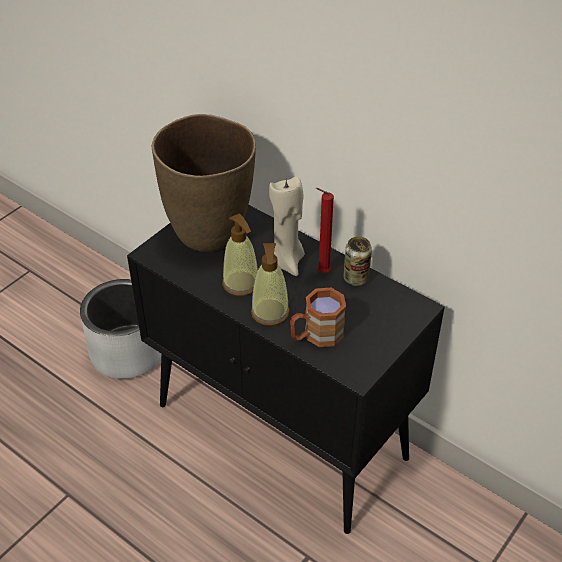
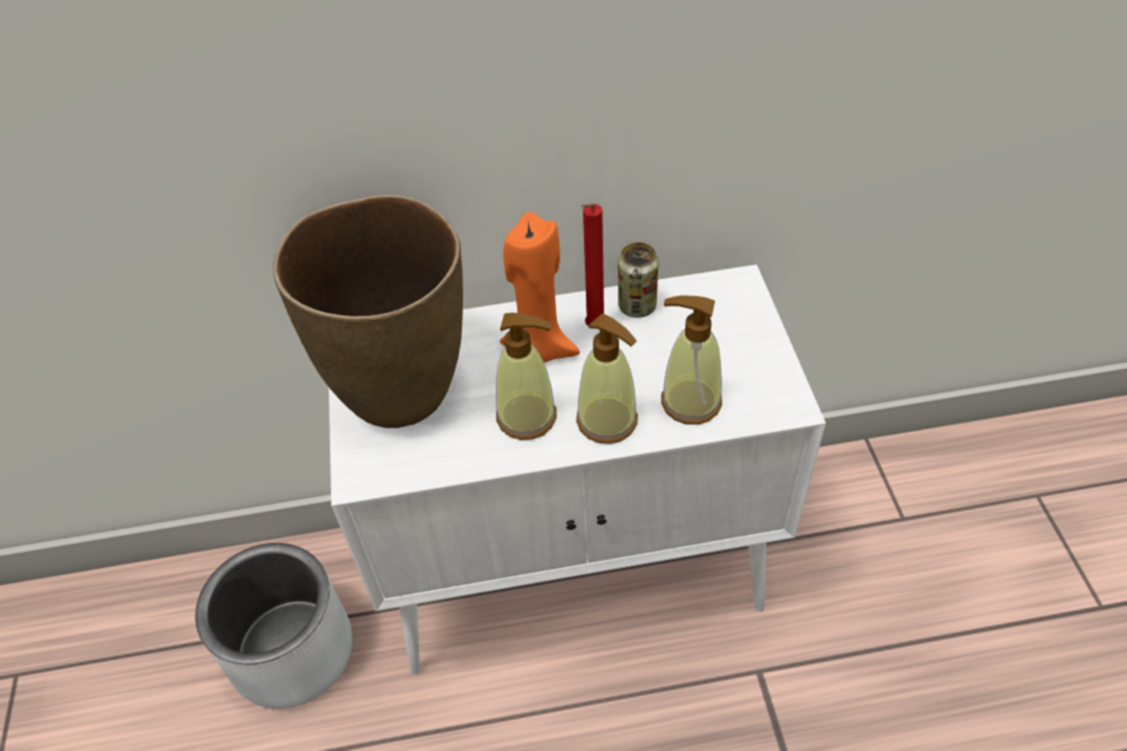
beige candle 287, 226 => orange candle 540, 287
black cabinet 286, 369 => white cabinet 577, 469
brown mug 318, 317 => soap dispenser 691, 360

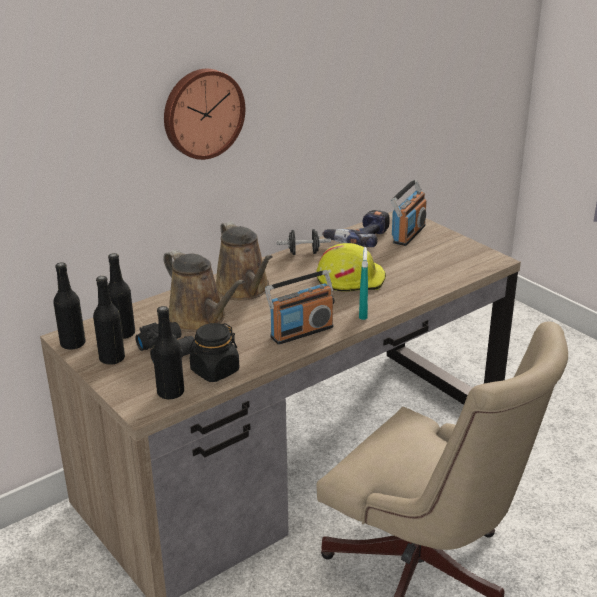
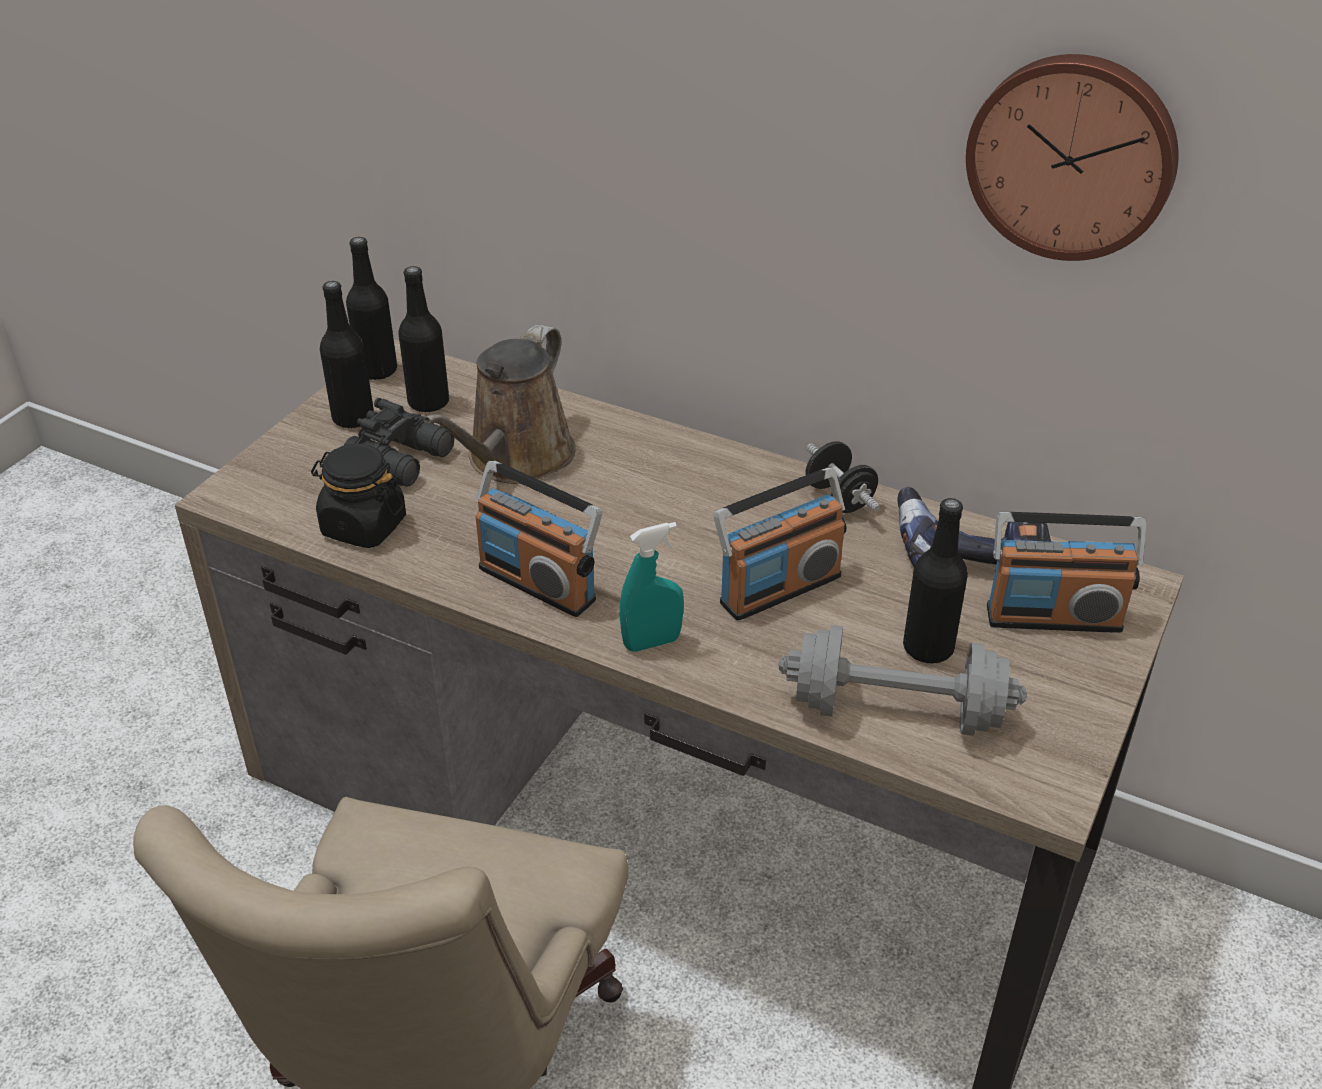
wall clock 204, 114 => wall clock 1072, 157, relocated
brown watering can 244, 260 => nothing
yellow hard hat 351, 267 => radio 780, 544
black bottle 168, 353 => black bottle 935, 581, relocated
nothing => grey dumbbell 902, 680

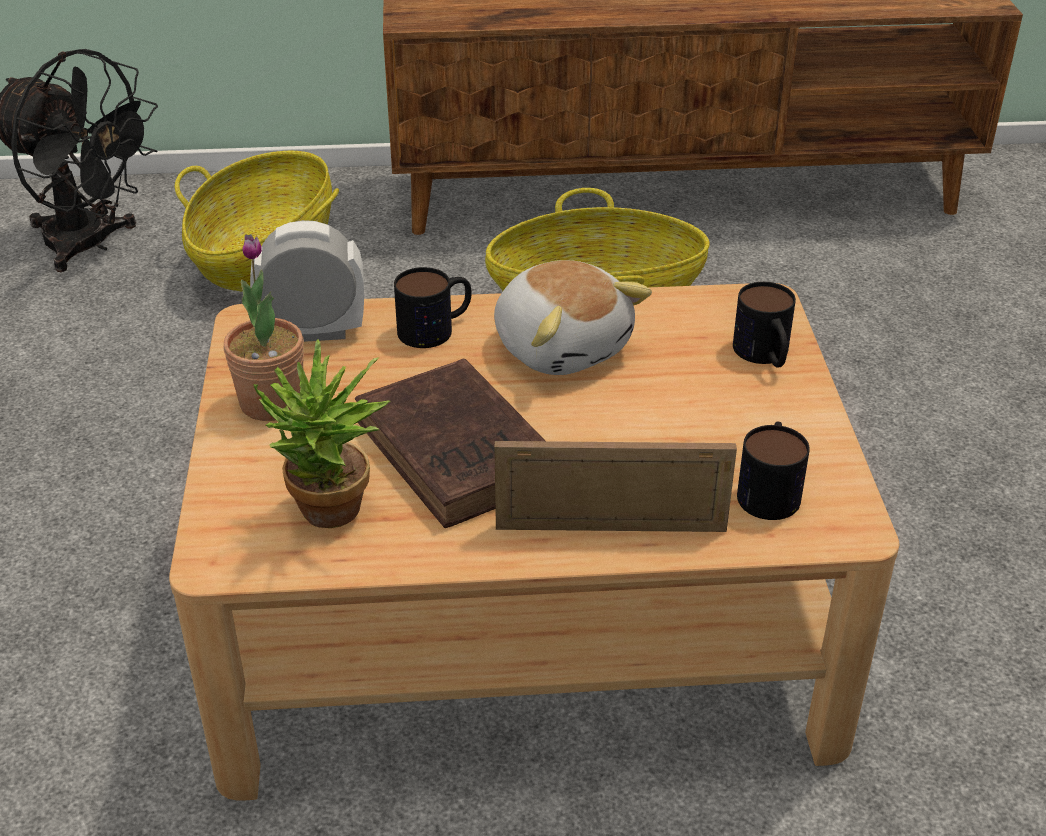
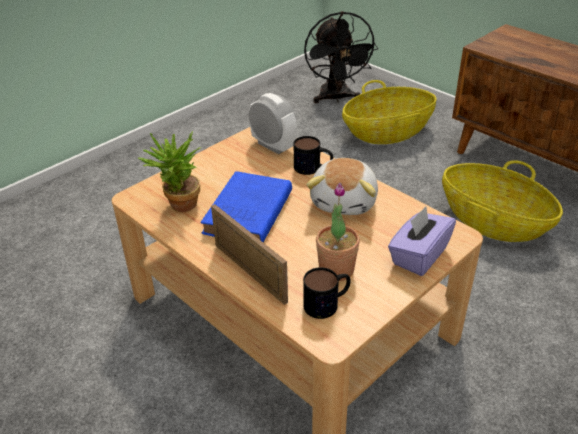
potted plant 264, 327 => potted plant 338, 232, relocated
mug 764, 325 => purple tissue box 422, 241
brown book 450, 443 => blue book 246, 206

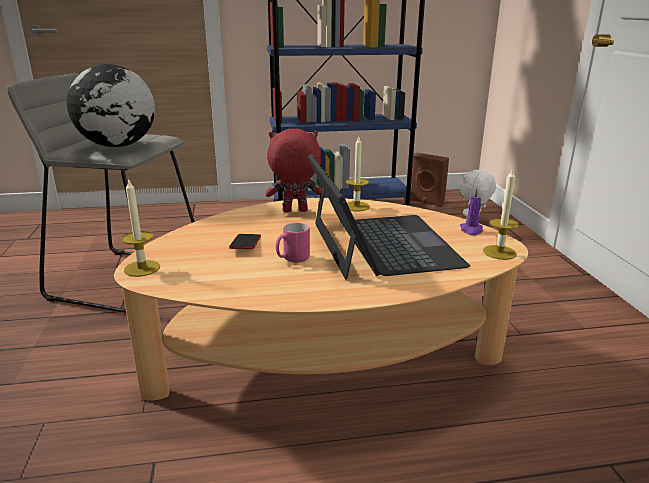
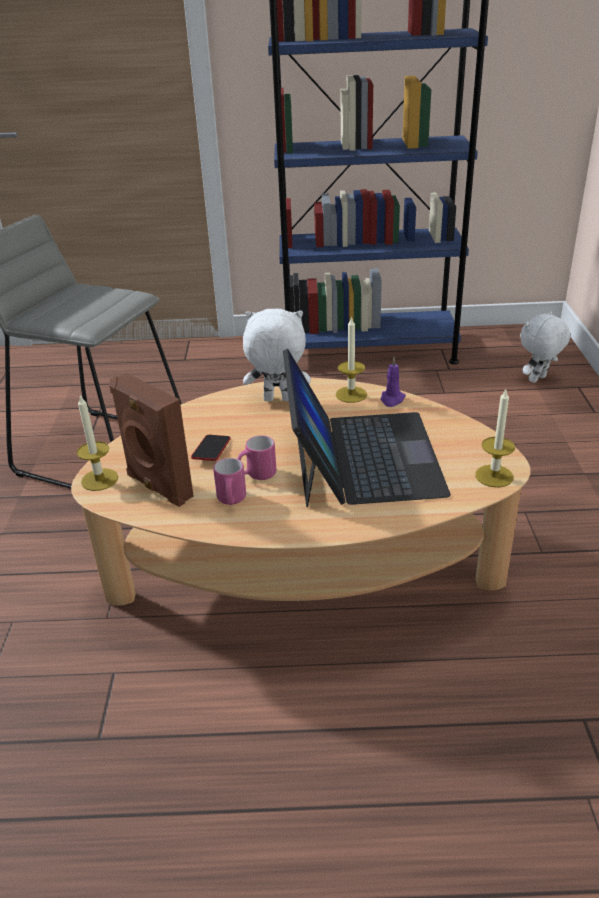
globe 111, 105 => nothing
red plush toy 294, 170 => white plush toy 277, 355
brown speaker 429, 180 => brown speaker 151, 440, relocated
purple candle 471, 212 => purple candle 393, 382, relocated
nothing => pink mug 229, 481

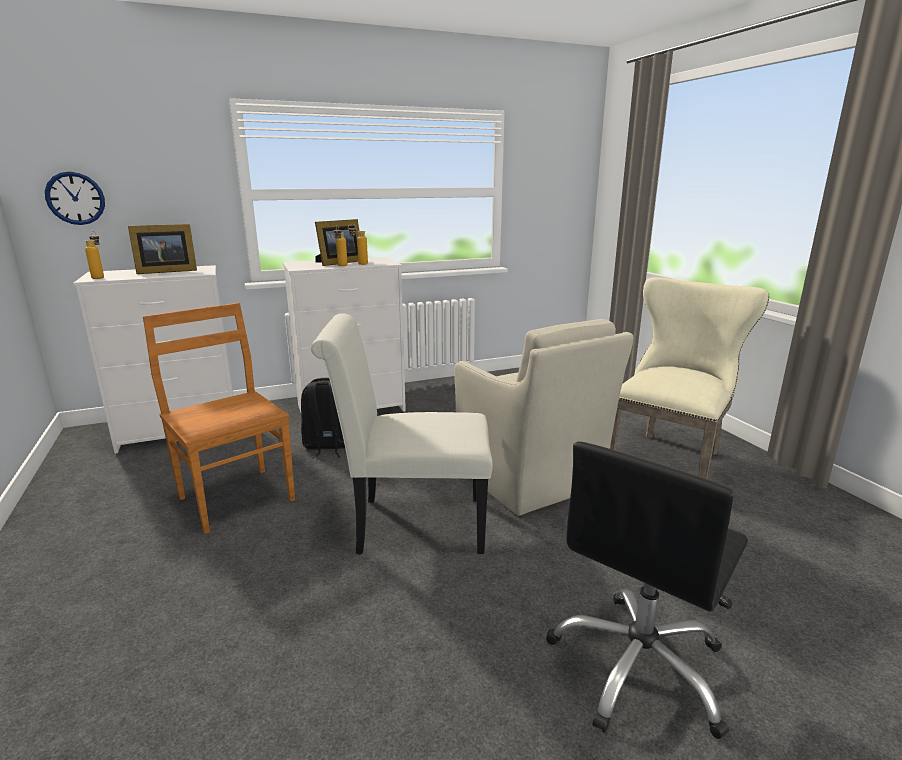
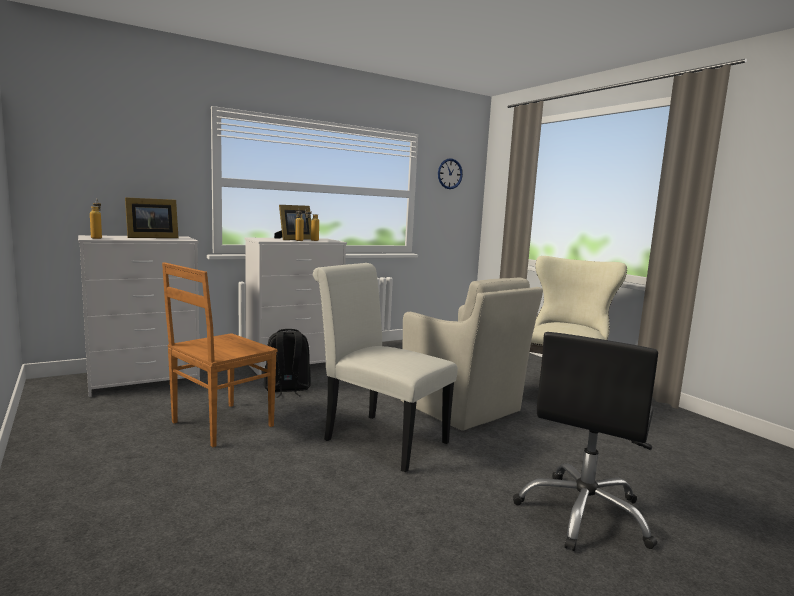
wall clock 75, 198 => wall clock 450, 173, relocated
brown chair 219, 418 => brown chair 219, 354, 90 degrees counterclockwise
white chair 402, 433 => white chair 385, 367, 45 degrees clockwise

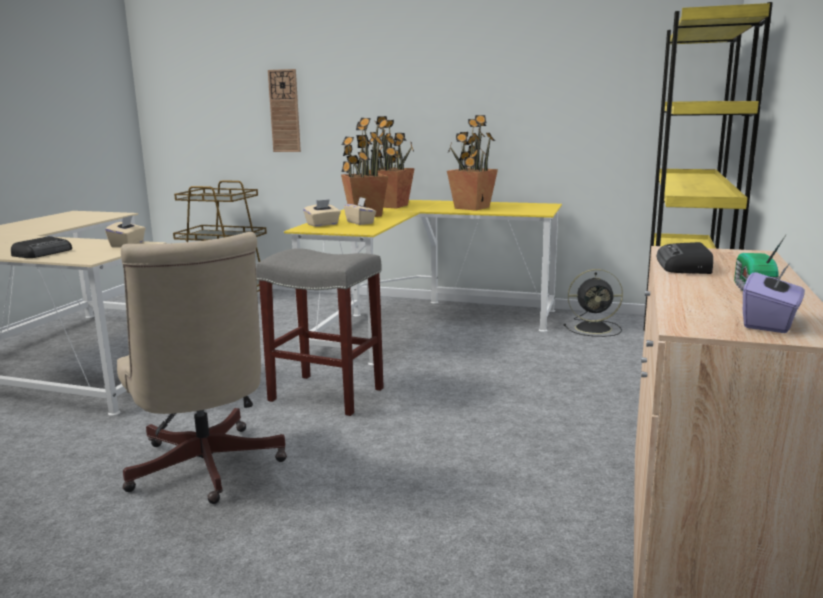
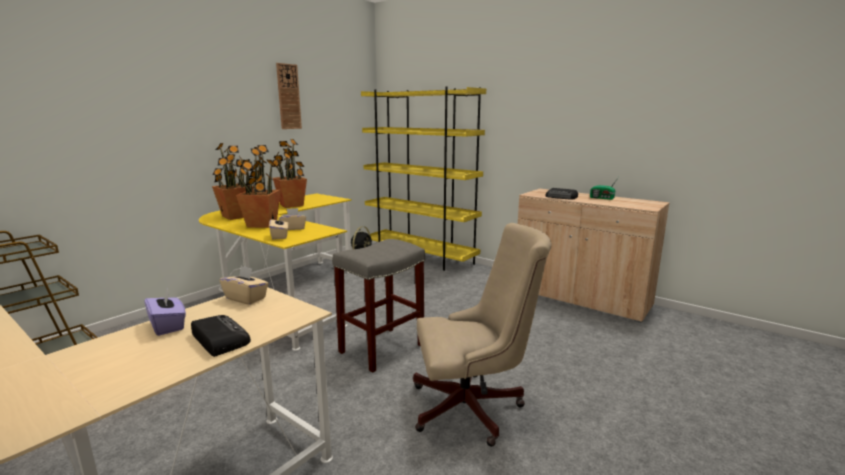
wall clock 284, 110 => wall clock 289, 96, relocated
purple tissue box 774, 298 => purple tissue box 165, 311, relocated

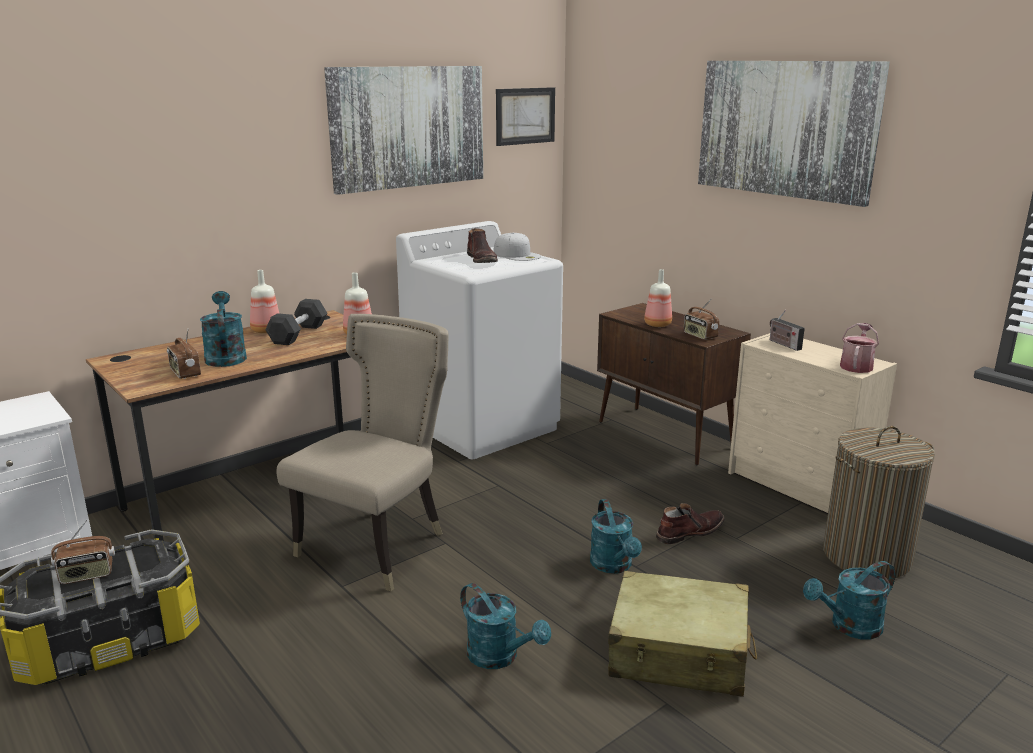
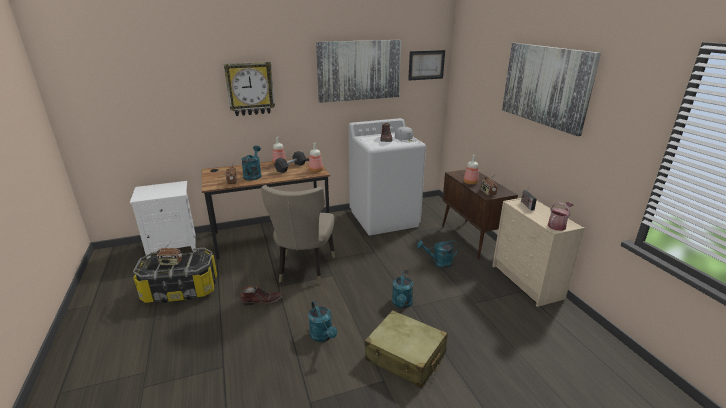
beige chair 362, 452 => beige chair 298, 235, 135 degrees clockwise
laundry basket 879, 502 => nothing
brown boot 690, 523 => brown boot 261, 295, relocated
turquoise watering can 849, 600 => turquoise watering can 438, 254, relocated
nothing => wall clock 249, 89

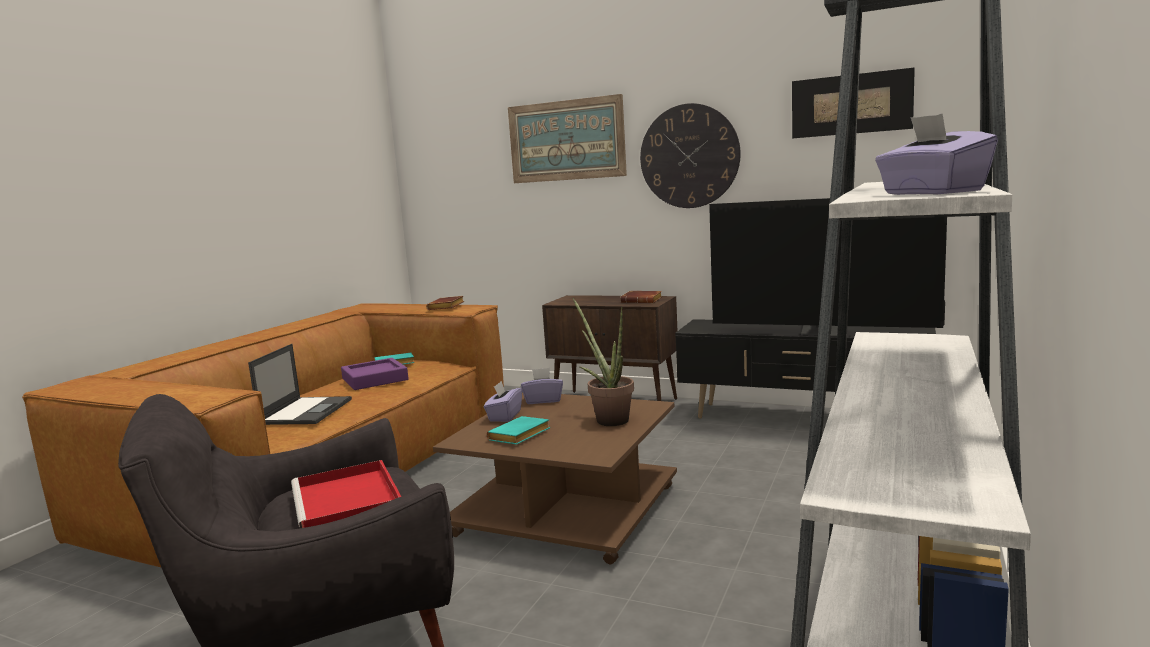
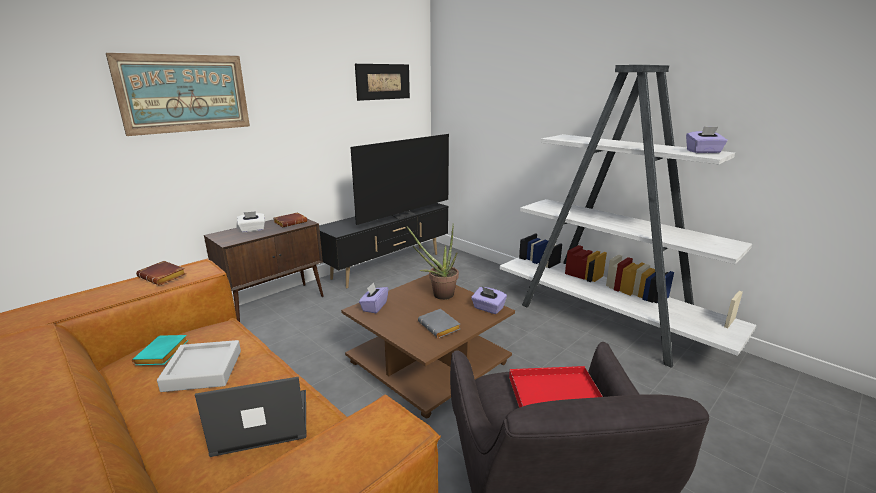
wall clock 690, 155 => nothing
laptop 300, 384 => laptop 250, 417, 45 degrees counterclockwise
purple tray 375, 374 => grey tray 199, 366
purple tissue box 503, 401 => purple tissue box 489, 300, relocated
turquoise book 518, 430 => grey book 439, 323
nothing => white tissue box 251, 222

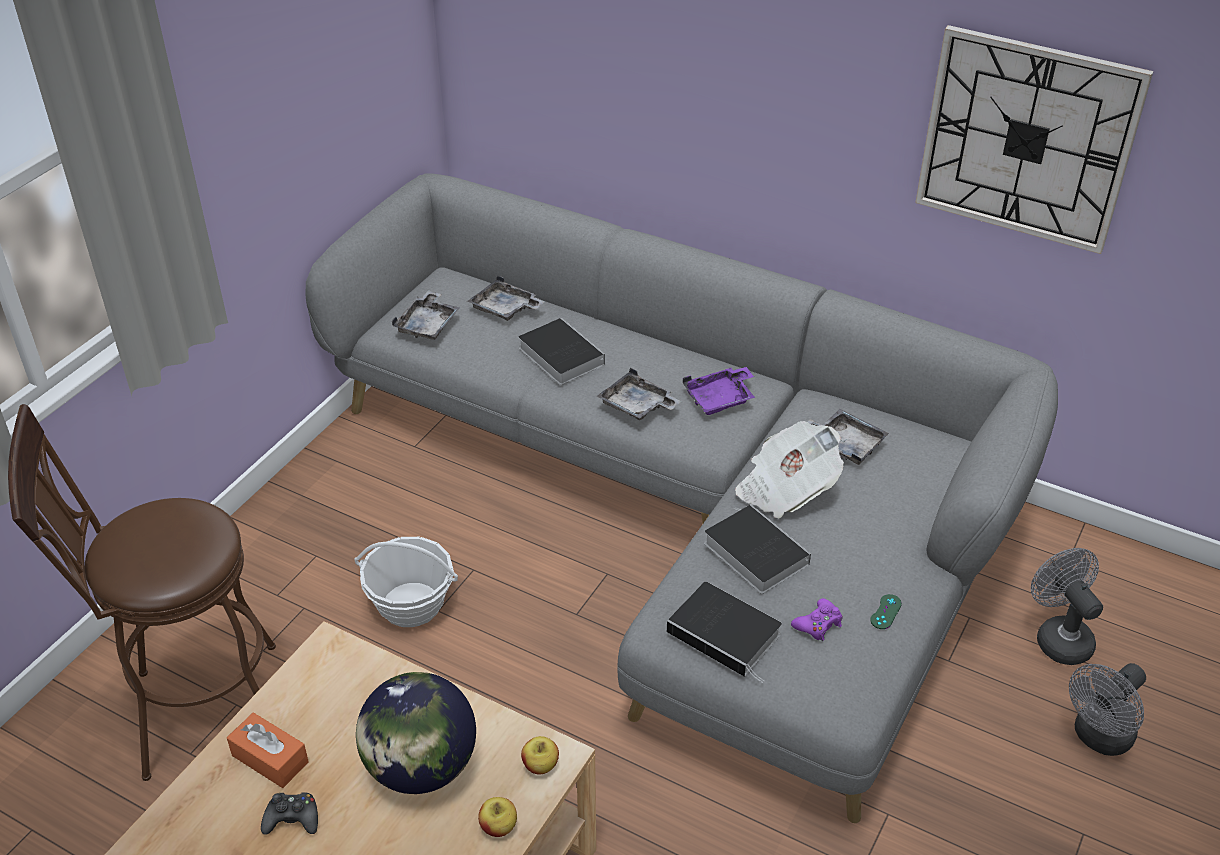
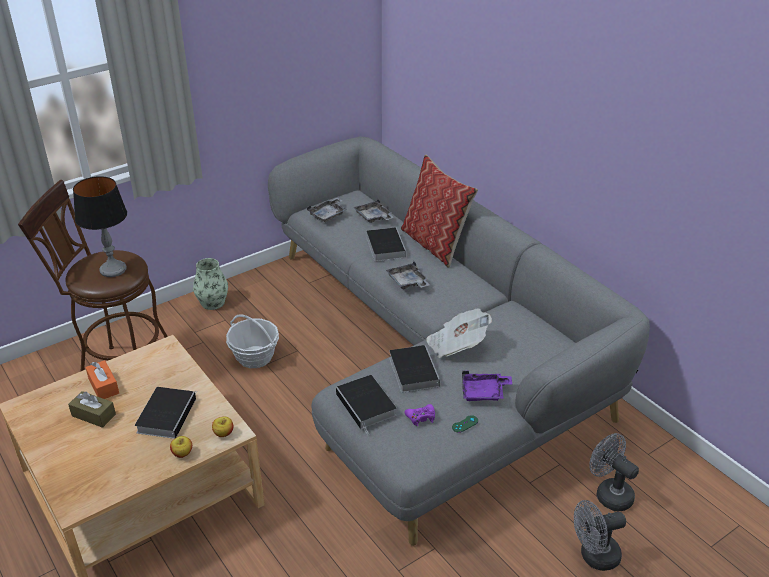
wall clock 1034, 139 => nothing
purple tray 719, 391 => purple tray 487, 386, relocated
grey tray 848, 437 => nothing
grey fan 1067, 606 => grey fan 614, 472, 45 degrees counterclockwise
globe 416, 733 => book 166, 413
black game controller 289, 813 => brown tissue box 92, 409
nothing => pillow 439, 211
nothing => table lamp 100, 226
nothing => vase 210, 284

